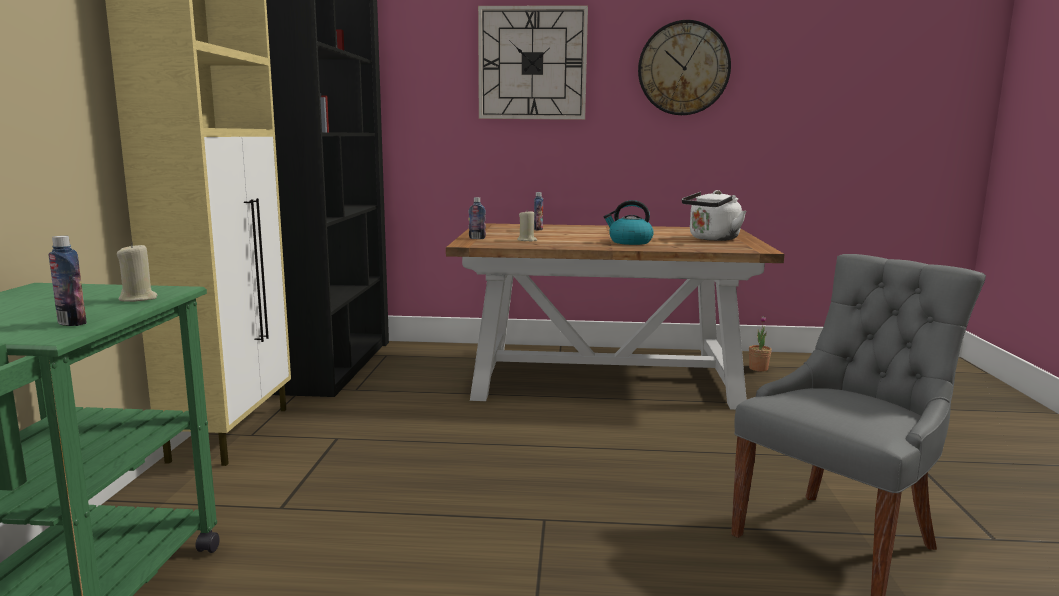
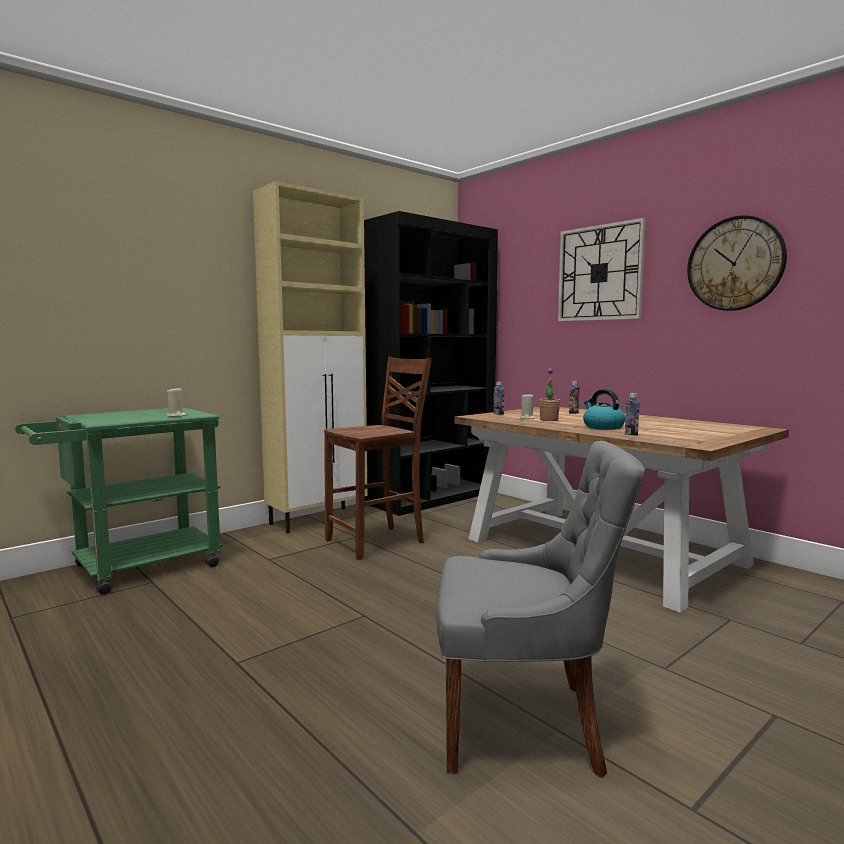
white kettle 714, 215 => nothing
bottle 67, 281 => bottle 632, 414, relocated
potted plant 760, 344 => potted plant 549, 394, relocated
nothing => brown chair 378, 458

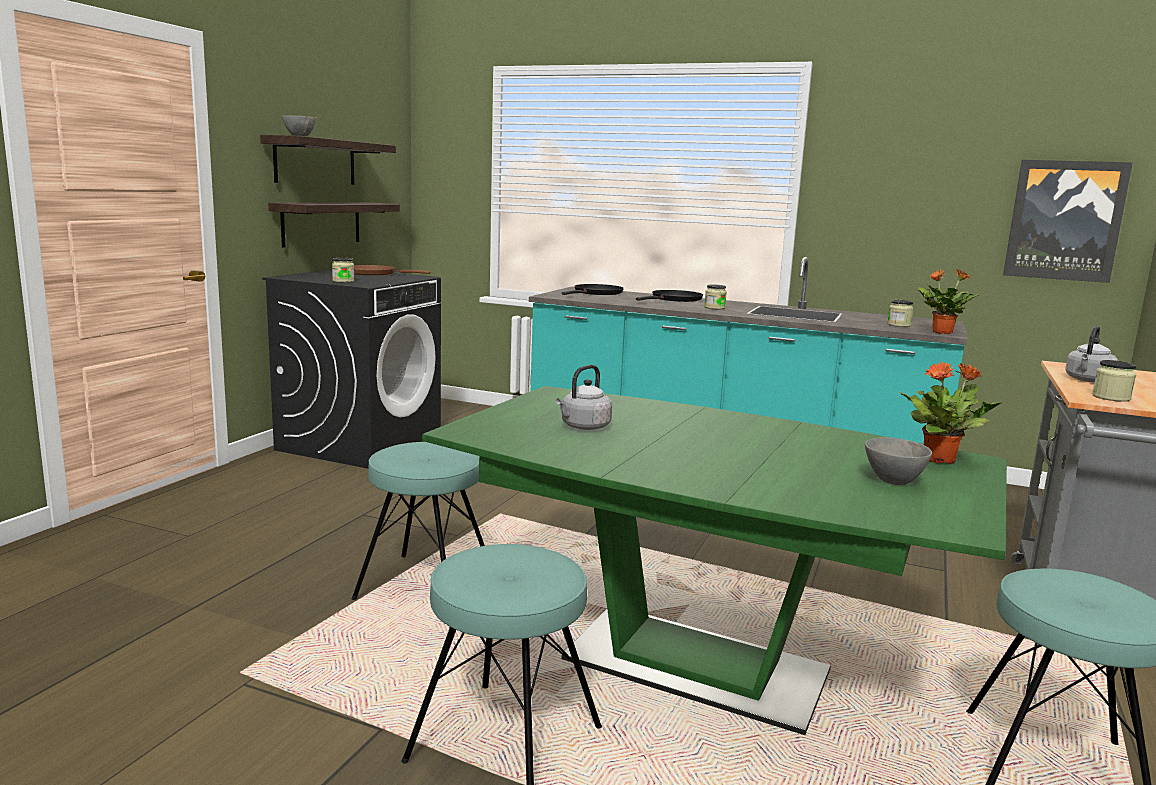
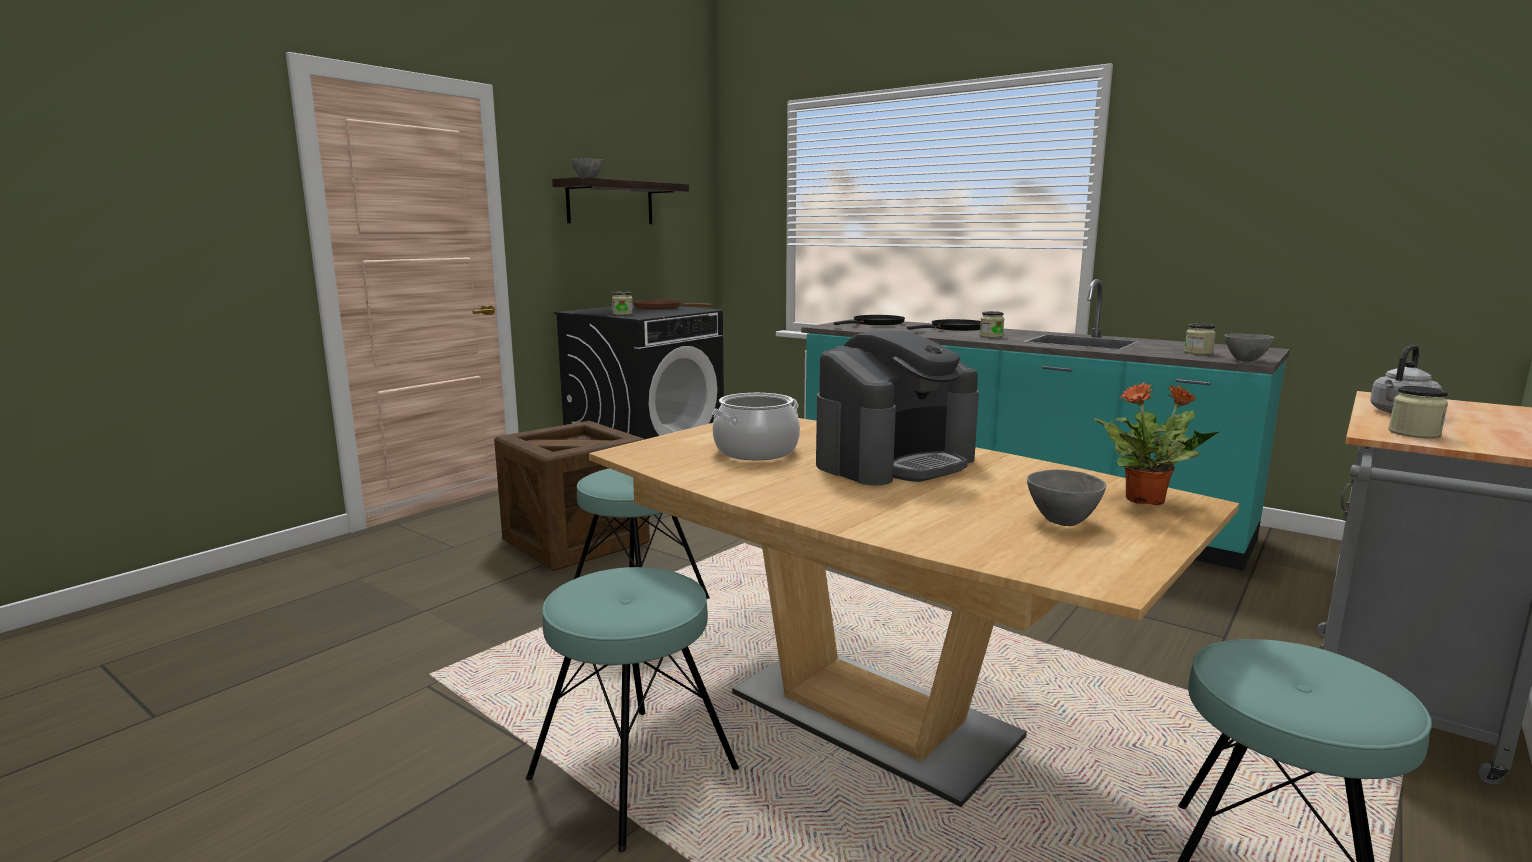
picture 1068, 221 => nothing
shelf 334, 224 => nothing
potted plant 948, 301 => grey bowl 1249, 347
grey kettle 584, 397 => cooking pot 756, 426
green dining table 714, 560 => brown dining table 914, 612
nothing => coffee machine 897, 407
nothing => crate 572, 496

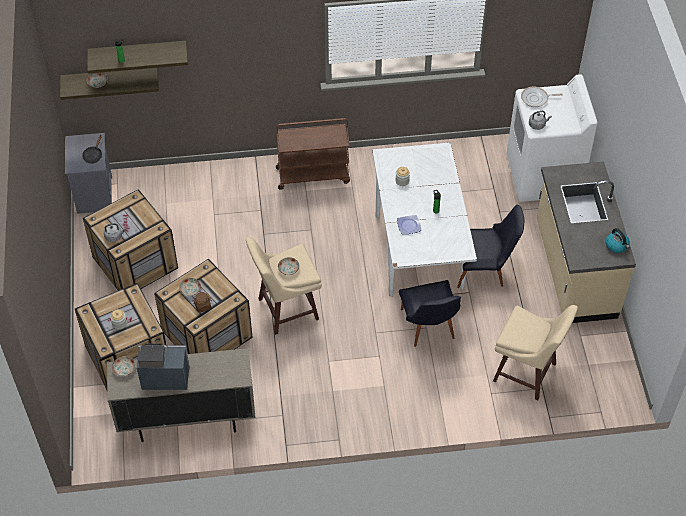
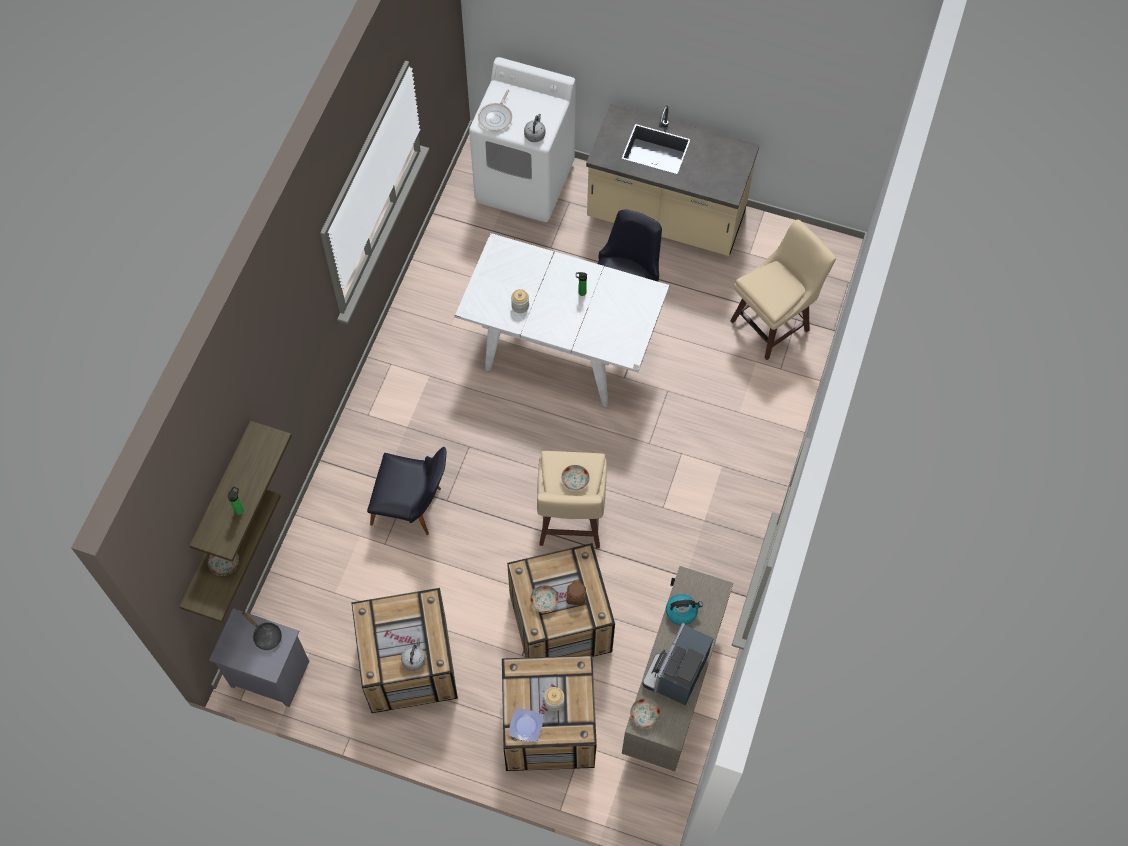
brown cart 313, 154 => nothing
plate 409, 224 => plate 526, 725, relocated
kettle 618, 240 => kettle 684, 609, relocated
black chair 430, 313 => black chair 406, 491, relocated

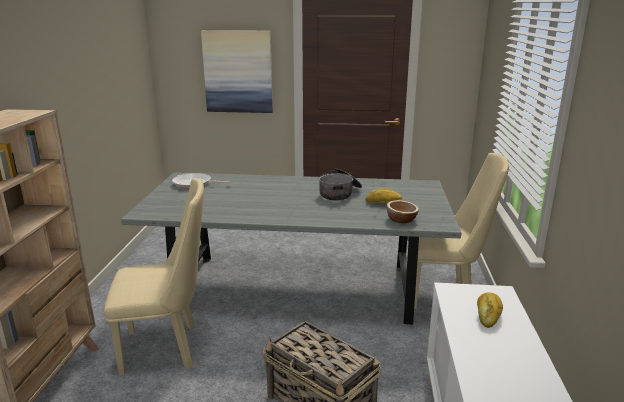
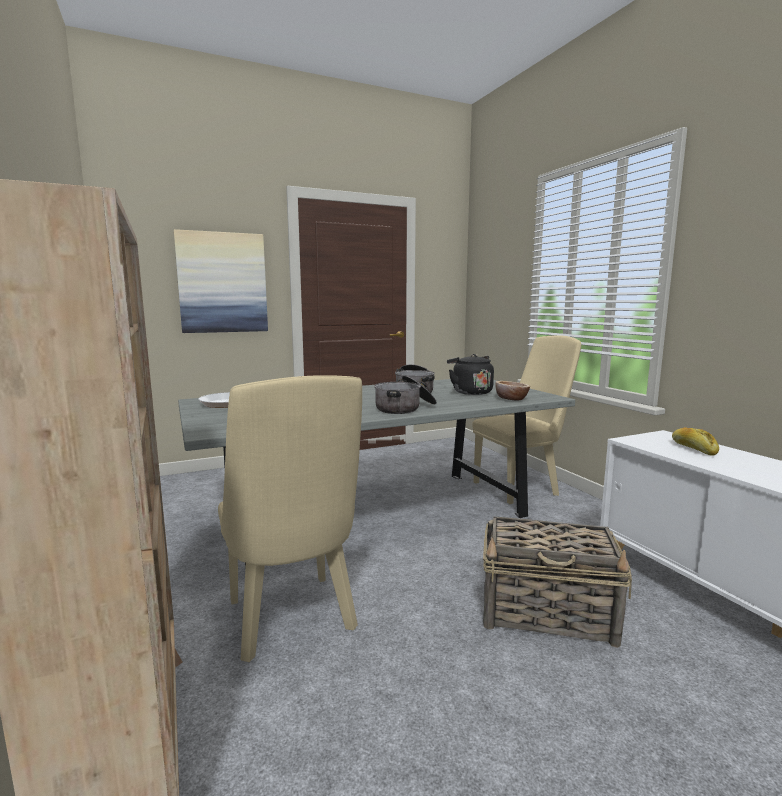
beige chair 154, 277 => beige chair 290, 518, 105 degrees clockwise
bread 384, 196 => black kettle 470, 374
nothing => cooking pot 405, 395

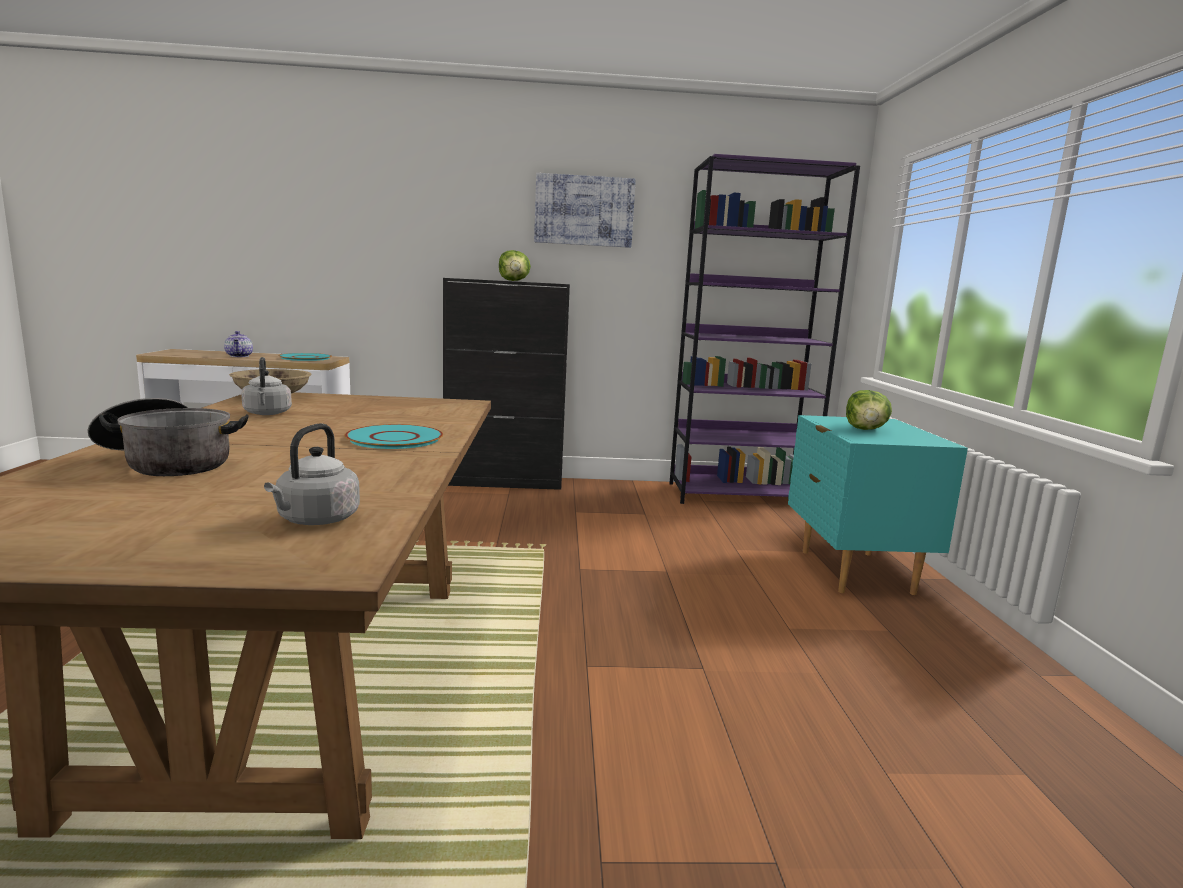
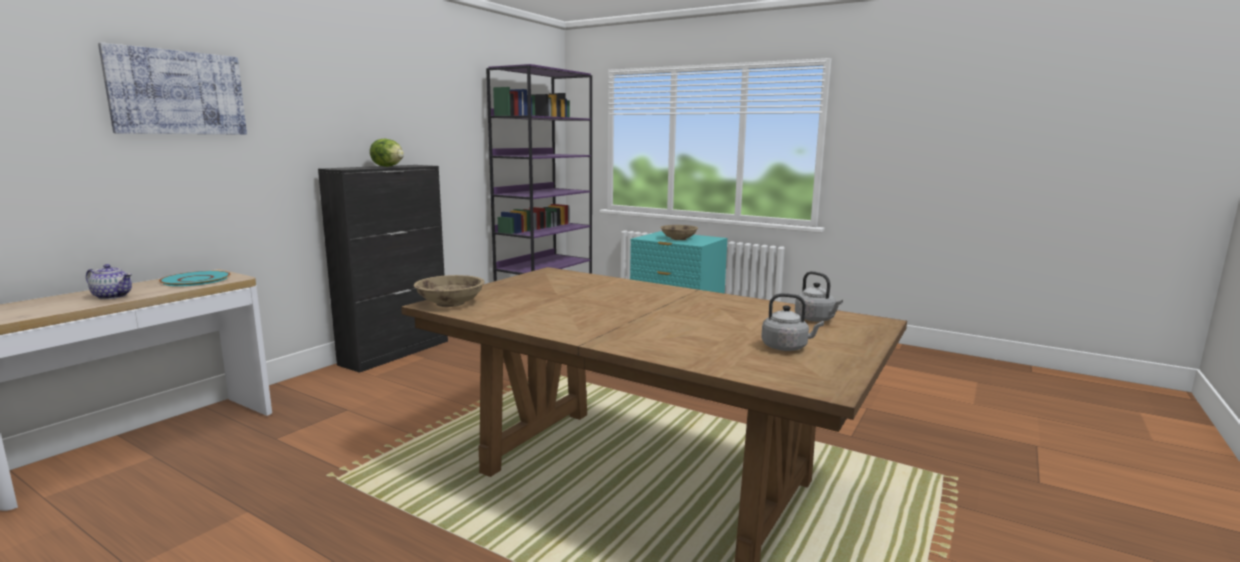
picture 585, 210 => picture 172, 89, relocated
grey kettle 266, 386 => grey kettle 792, 322, relocated
lettuce 869, 410 => beige bowl 679, 232
cooking pot 168, 437 => nothing
turquoise plate 394, 436 => nothing

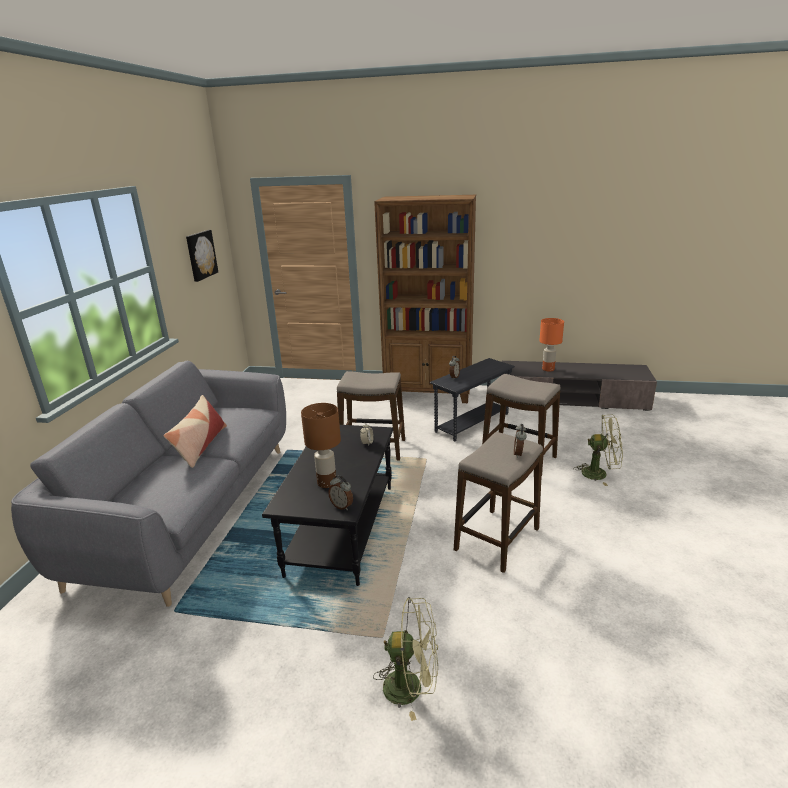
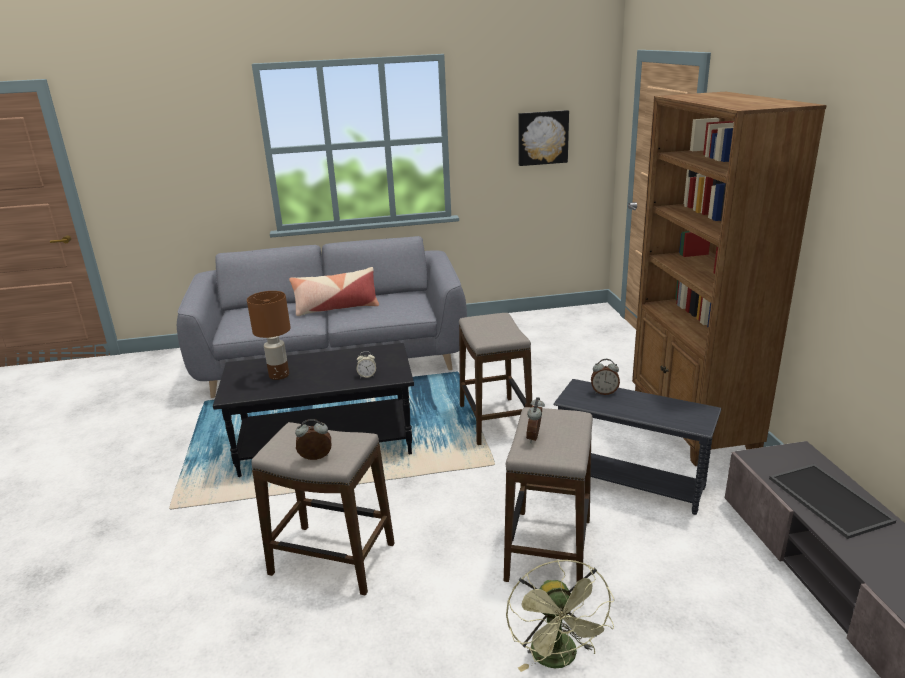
orange table lamp 551, 345 => tray 832, 501
alarm clock 340, 492 => alarm clock 535, 420, relocated
green fan 405, 659 => nothing

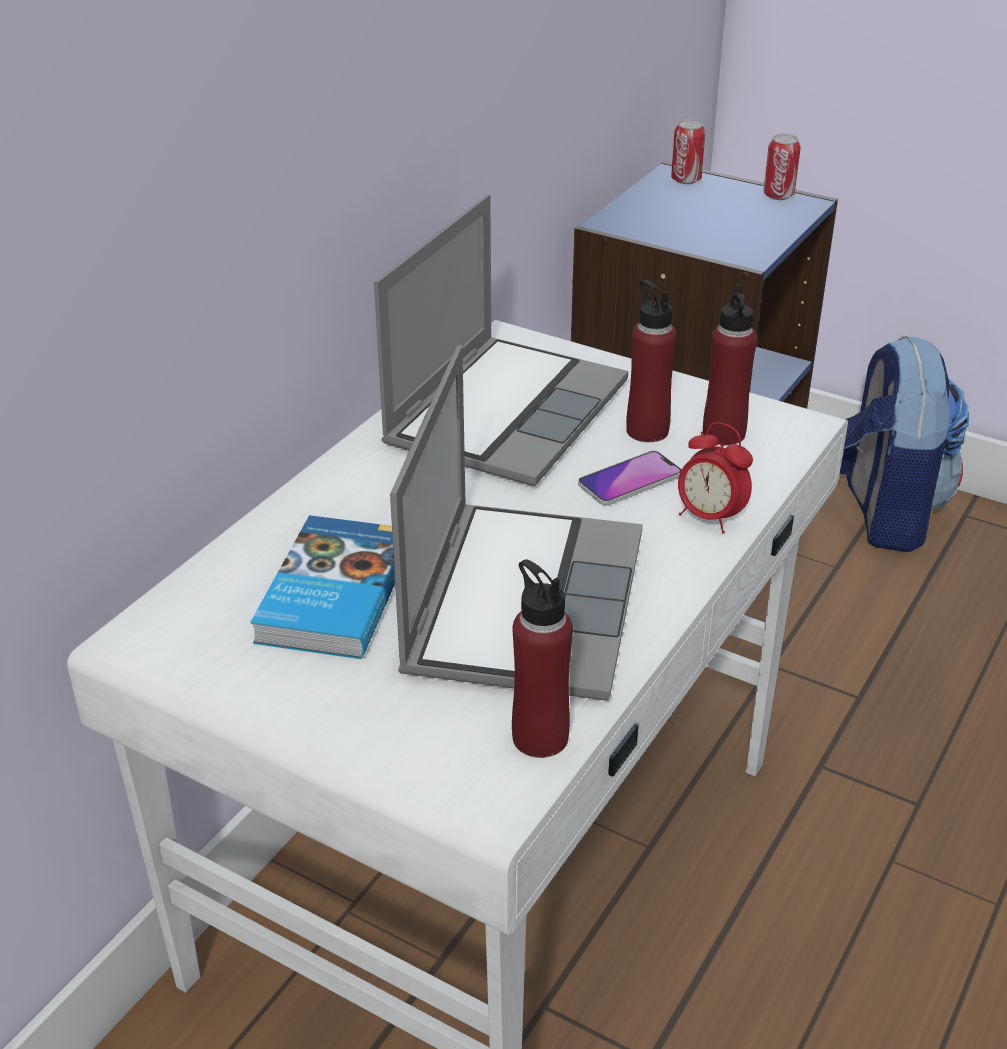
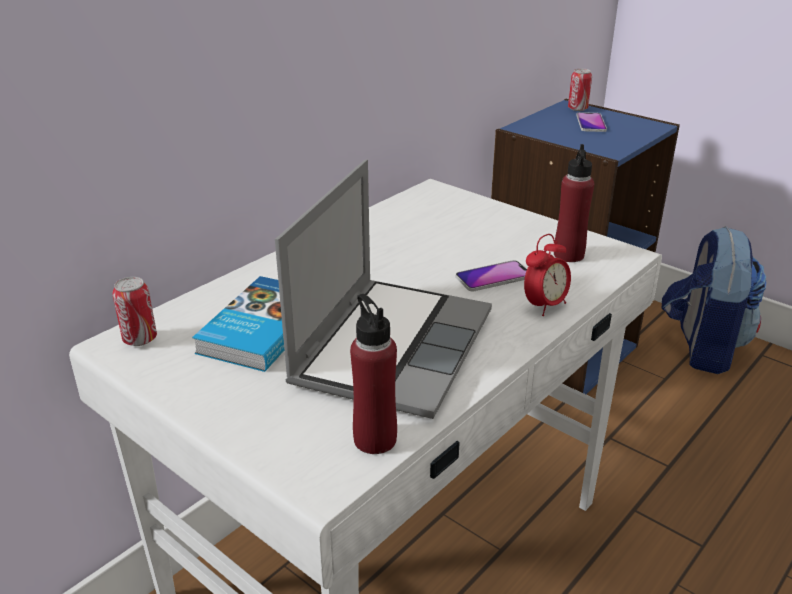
can 782, 167 => can 134, 311, relocated
laptop 501, 340 => nothing
red bottle 651, 361 => nothing
alarm clock 715, 478 => alarm clock 547, 275, 90 degrees counterclockwise
nothing => phone 591, 122

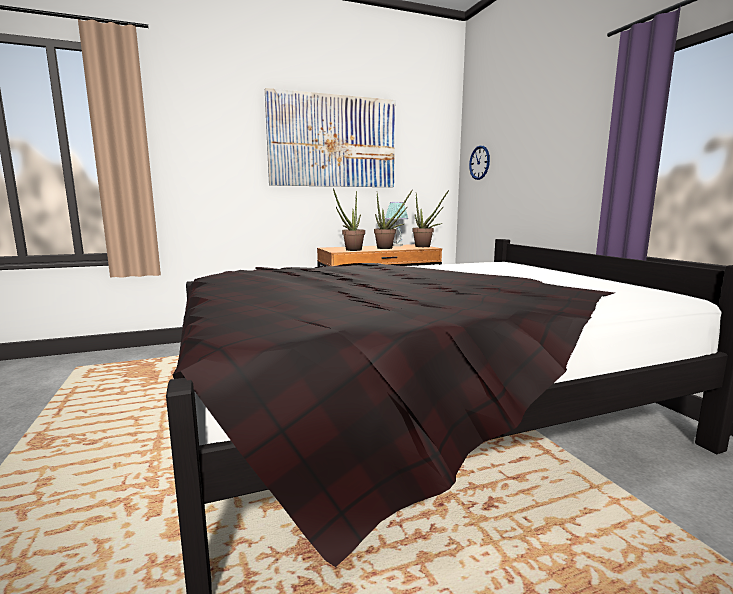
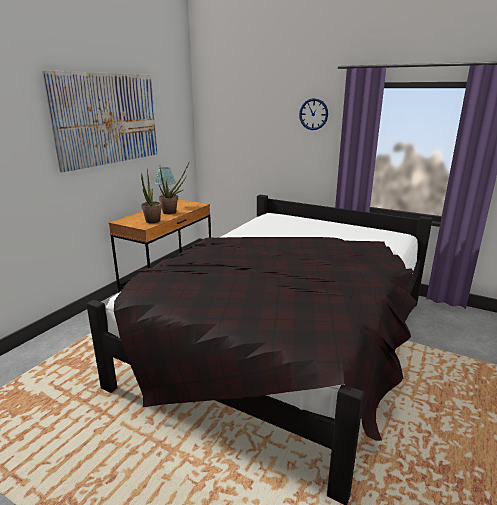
wall clock 479, 162 => wall clock 313, 114, relocated
potted plant 430, 218 => nothing

